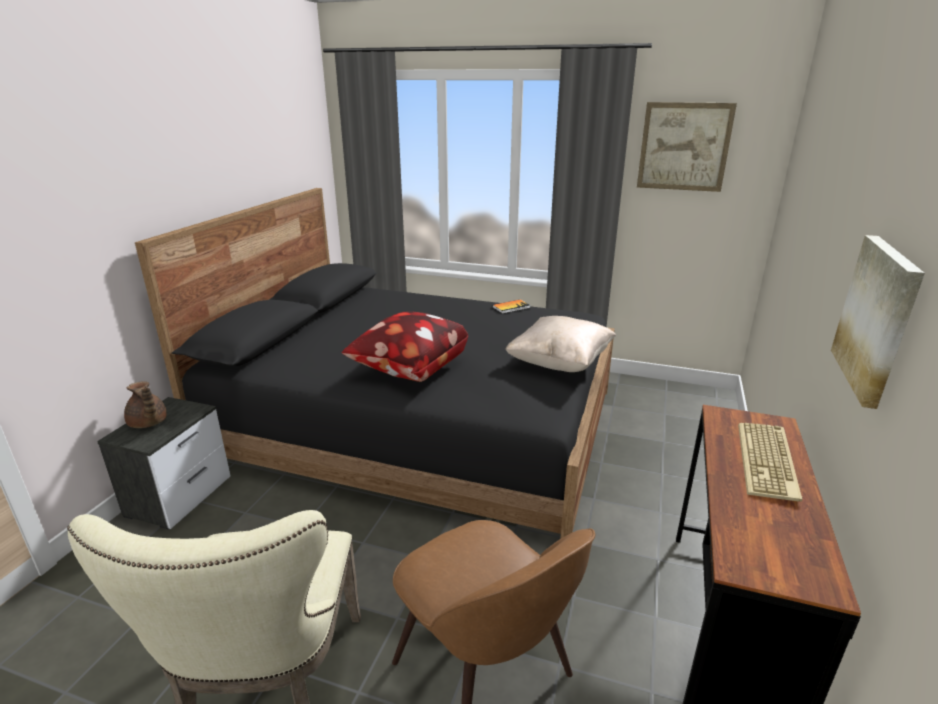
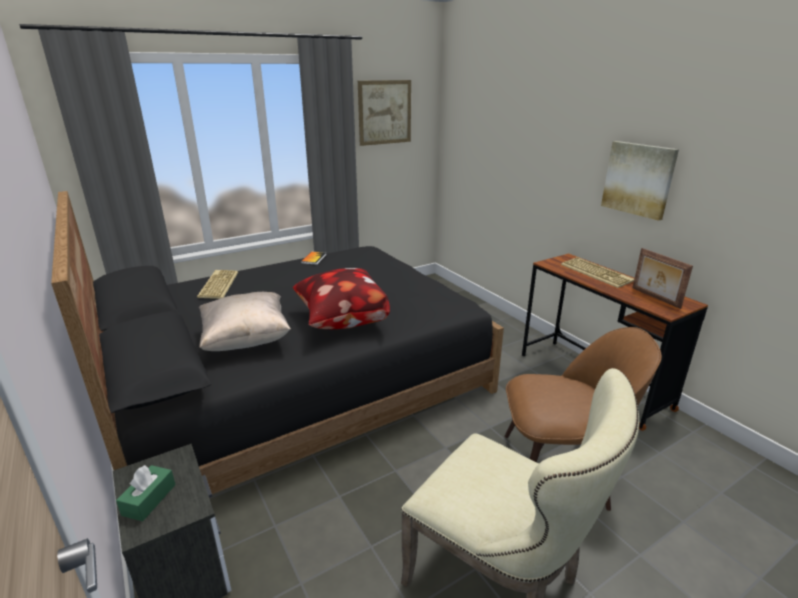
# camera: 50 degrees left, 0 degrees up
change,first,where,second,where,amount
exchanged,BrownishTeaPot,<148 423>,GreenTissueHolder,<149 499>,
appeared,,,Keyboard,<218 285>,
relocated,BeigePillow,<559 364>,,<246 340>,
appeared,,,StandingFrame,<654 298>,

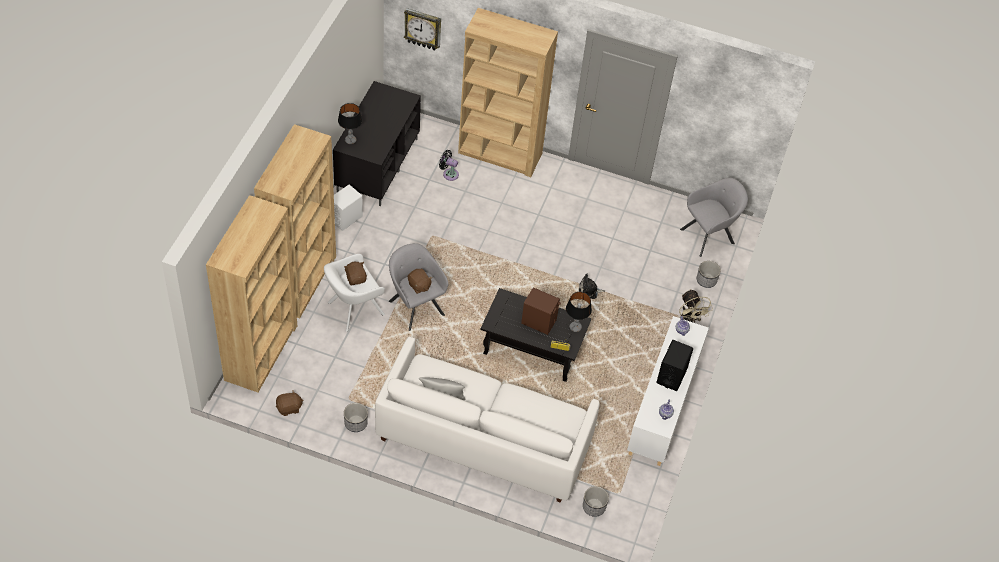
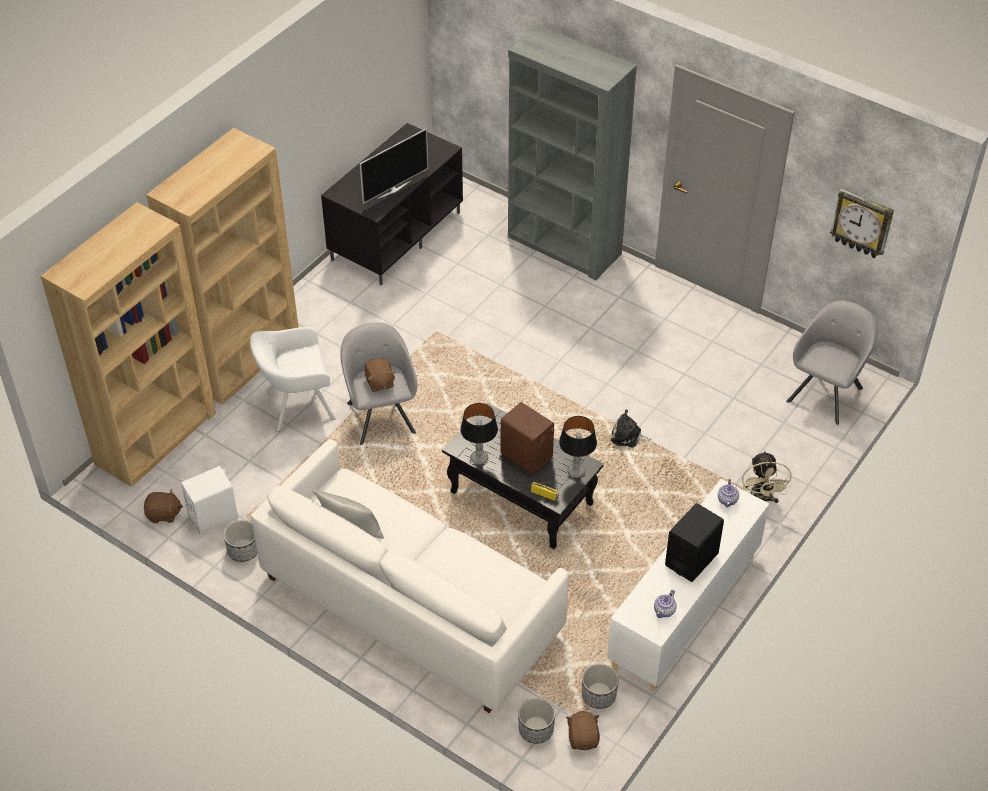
# camera: 20 degrees right, 5 degrees down
change,first,where,second,where,amount
relocated,WhitishLoudspeaker,<346 218>,,<213 516>,
appeared,,,Television,<393 189>,
relocated,TableLamp,<350 140>,,<479 458>,
colour,BrownishBookcase,<500 154>,GreyishBookcase,<564 246>,
relocated,BrownishSoftToy,<356 278>,,<583 738>,
relocated,FlowerPot,<706 280>,,<599 695>,
spun,GreyishLoungeChair,<709 235>,,<826 392>,45 degrees counterclockwise
relocated,WallClock,<423 29>,,<862 223>,
missing,BlackColouredElectricFan,<449 174>,,,

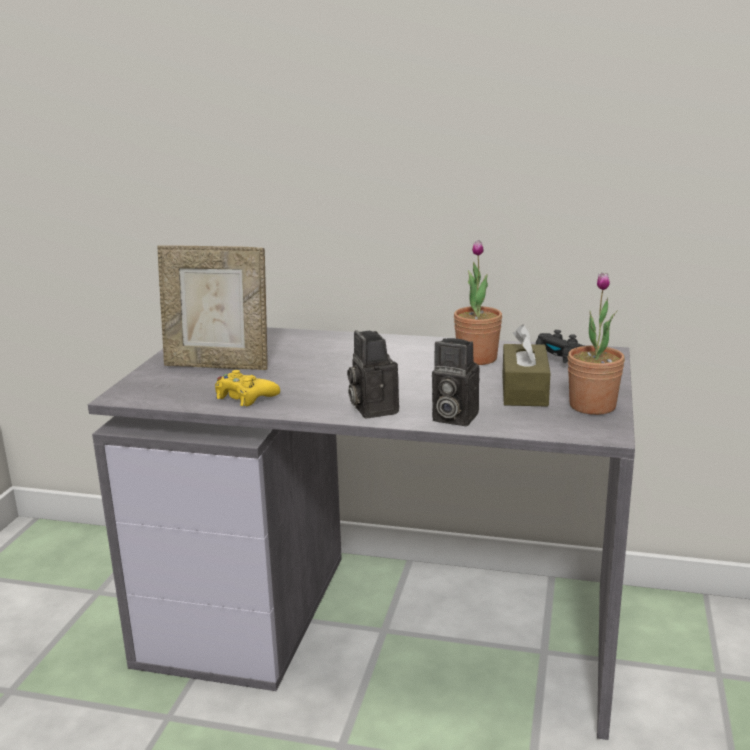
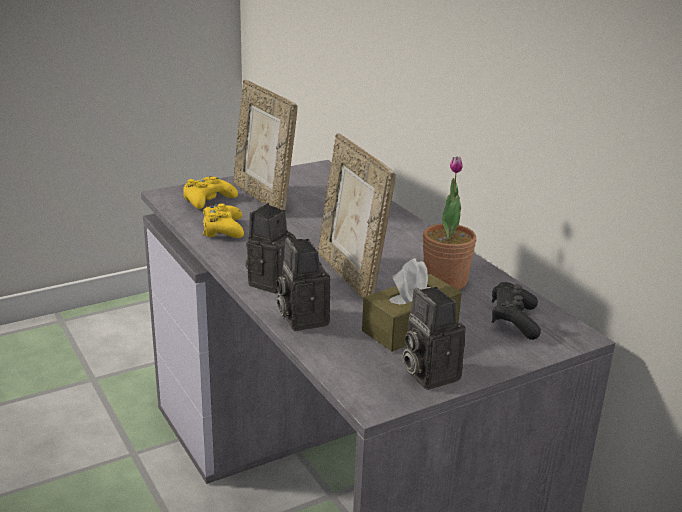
# camera: 45 degrees right, 5 degrees up
change,first,where,second,where,amount
appeared,,,YellowGameController,<208 200>,
appeared,,,StandingFrame,<351 276>,
exchanged,Houseplant,<592 406>,PhotoCamera,<427 373>,

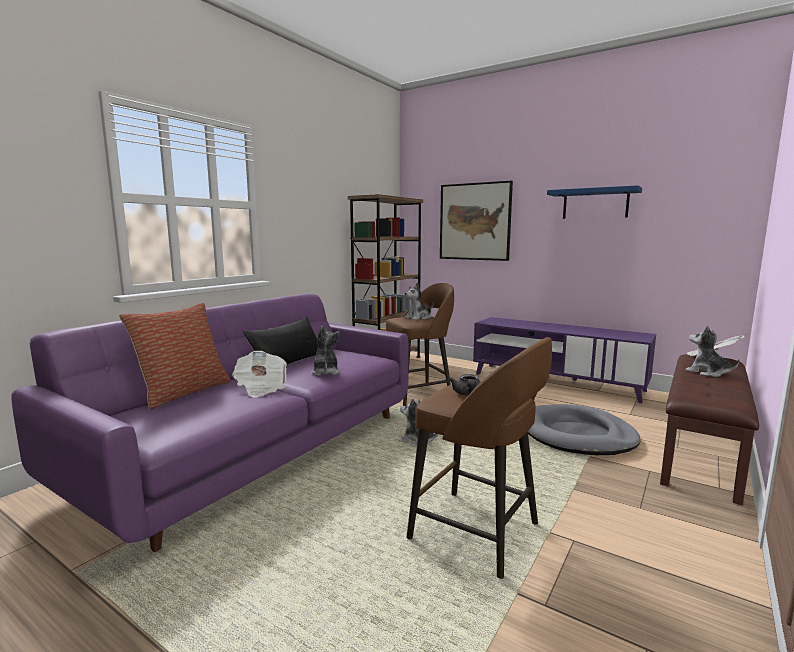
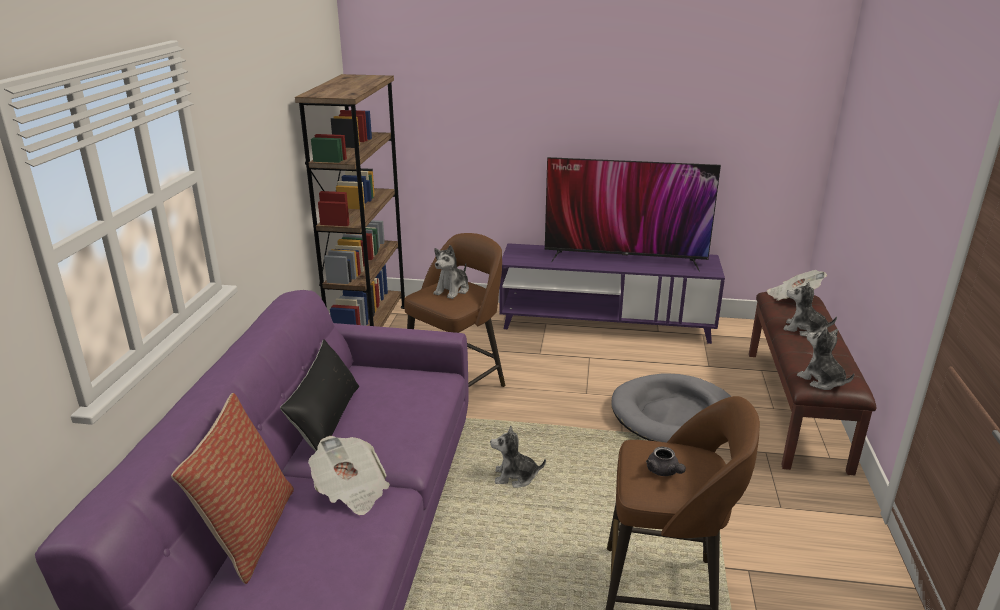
# camera: 25 degrees left, 15 degrees up
change,first,where,second,where,amount
appeared,,,Television,<624 259>,
relocated,SoftToy,<325 372>,,<821 381>,
missing,WallPicture,<474 222>,,,
missing,BlueColouredWallShelf,<595 204>,,,

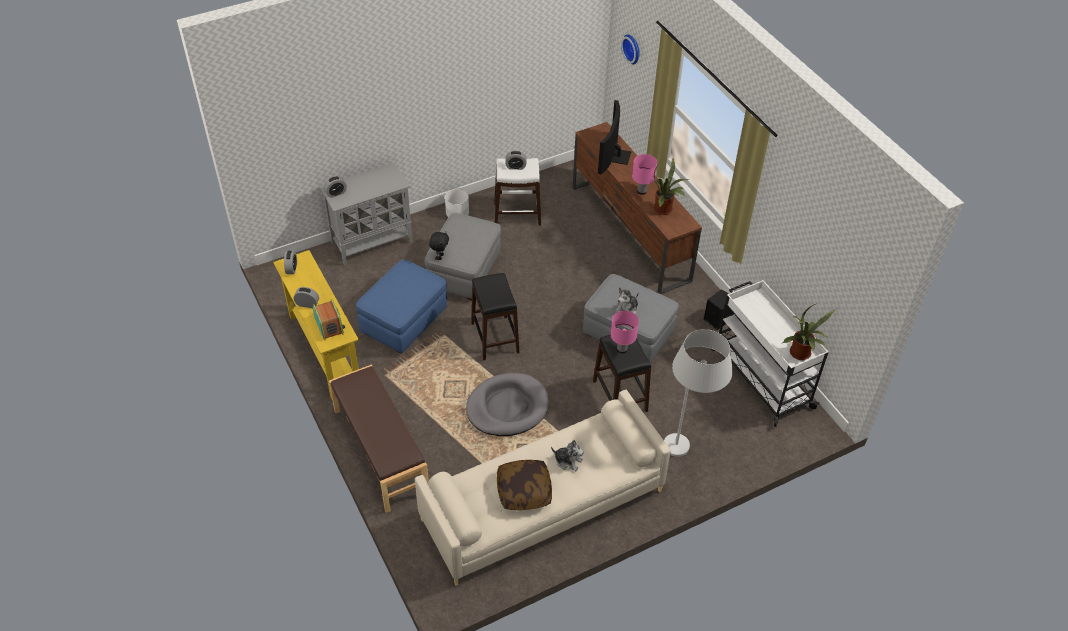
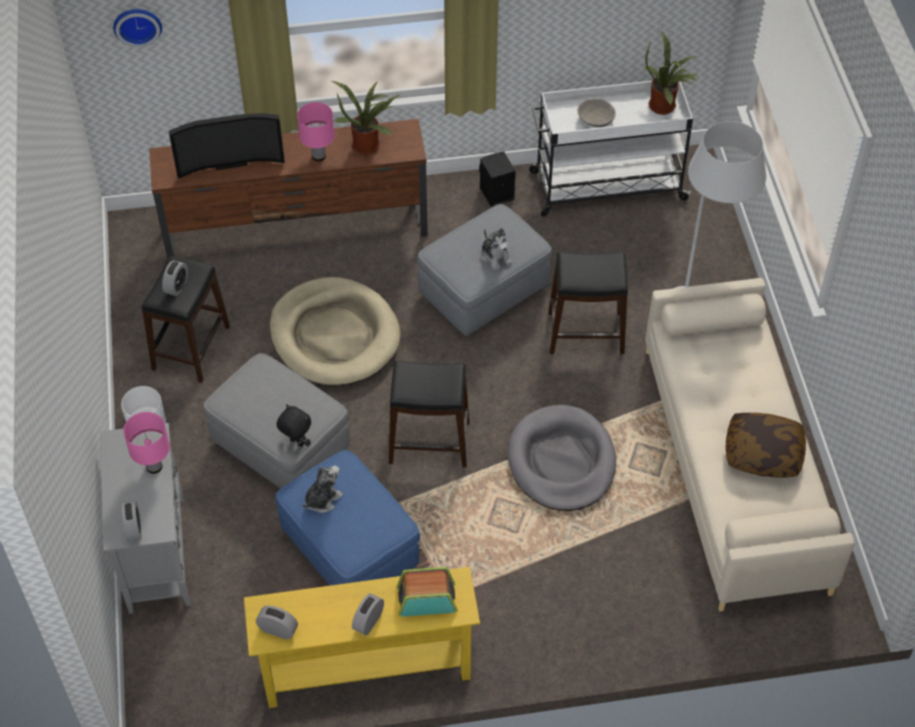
# camera: 70 degrees left, 5 degrees up
change,first,where,second,where,amount
relocated,PinkishTableLamp,<621 349>,,<153 467>,
colour,WhitishStoolSeat,<517 214>,BlackColouredStoolSeat,<190 348>,
spun,Television,<615 155>,,<229 161>,45 degrees counterclockwise
appeared,,,BeigeDogCushion,<334 336>,
relocated,SoftToy,<568 461>,,<322 499>,
appeared,,,GreyishDeepDish,<595 119>,
missing,BrownishLongSeat,<380 451>,,,

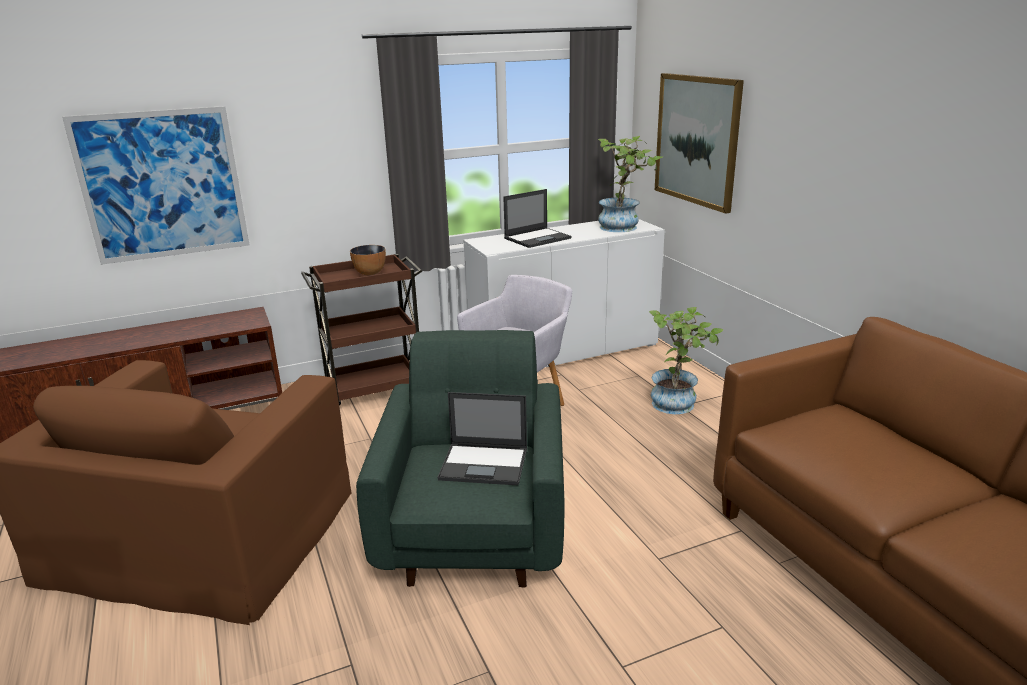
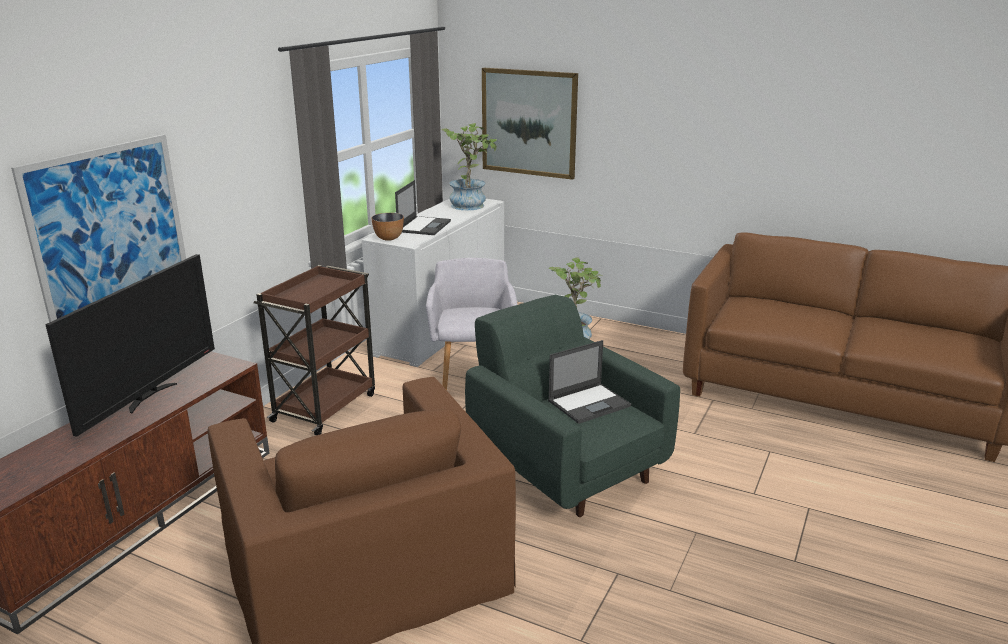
# camera: 40 degrees left, 0 degrees up
change,first,where,second,where,amount
appeared,,,Television,<149 396>,
relocated,DeepDish,<369 273>,,<388 238>,

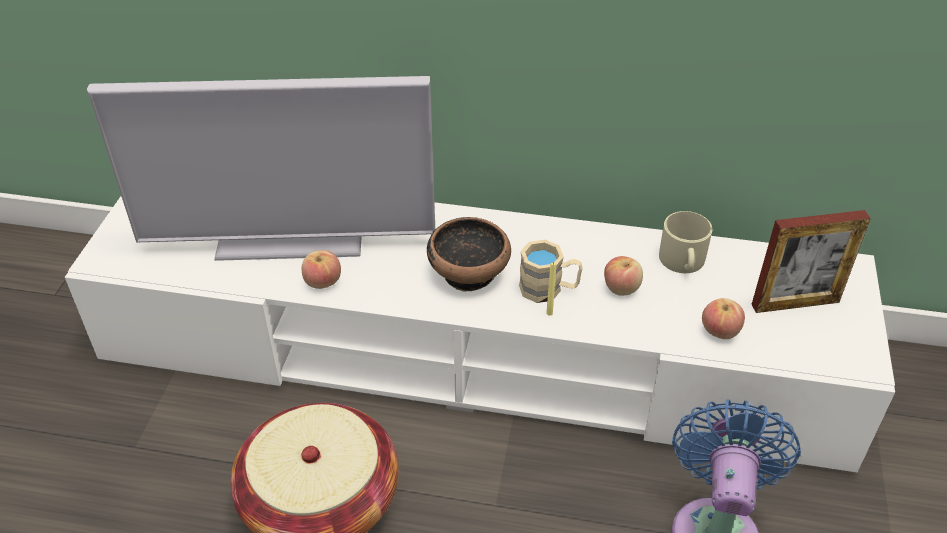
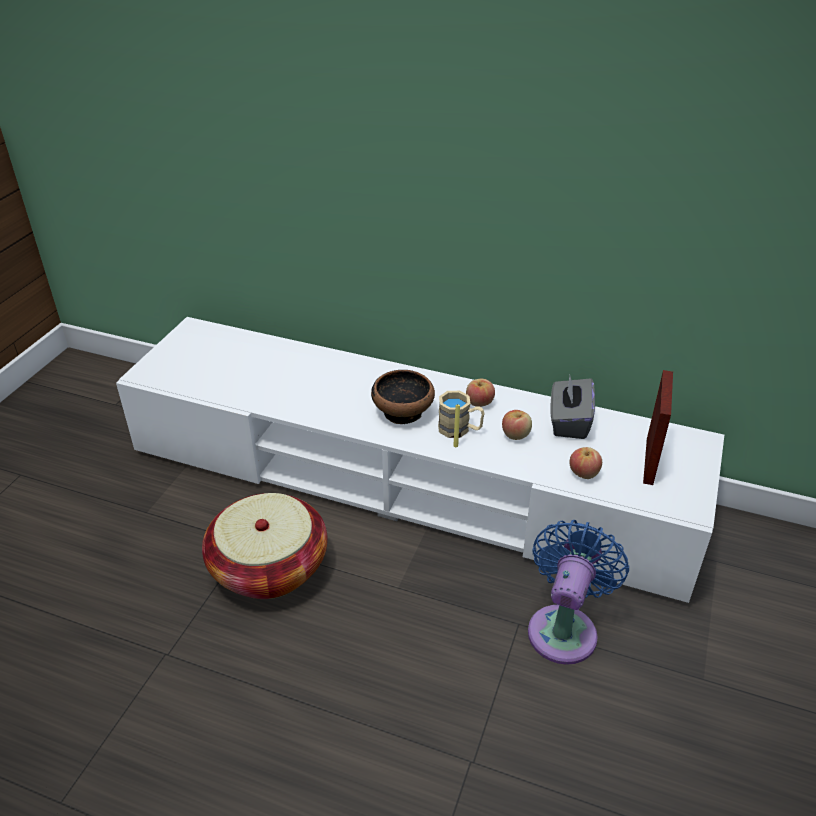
# camera: 10 degrees right, 5 degrees down
change,first,where,second,where,amount
relocated,AppleFruit,<322 282>,,<479 403>,
exchanged,BeigeMug,<682 262>,GreyishTissueHolder,<569 422>,
spun,StandingFrame,<795 303>,,<649 461>,75 degrees counterclockwise
missing,Television,<290 240>,,,

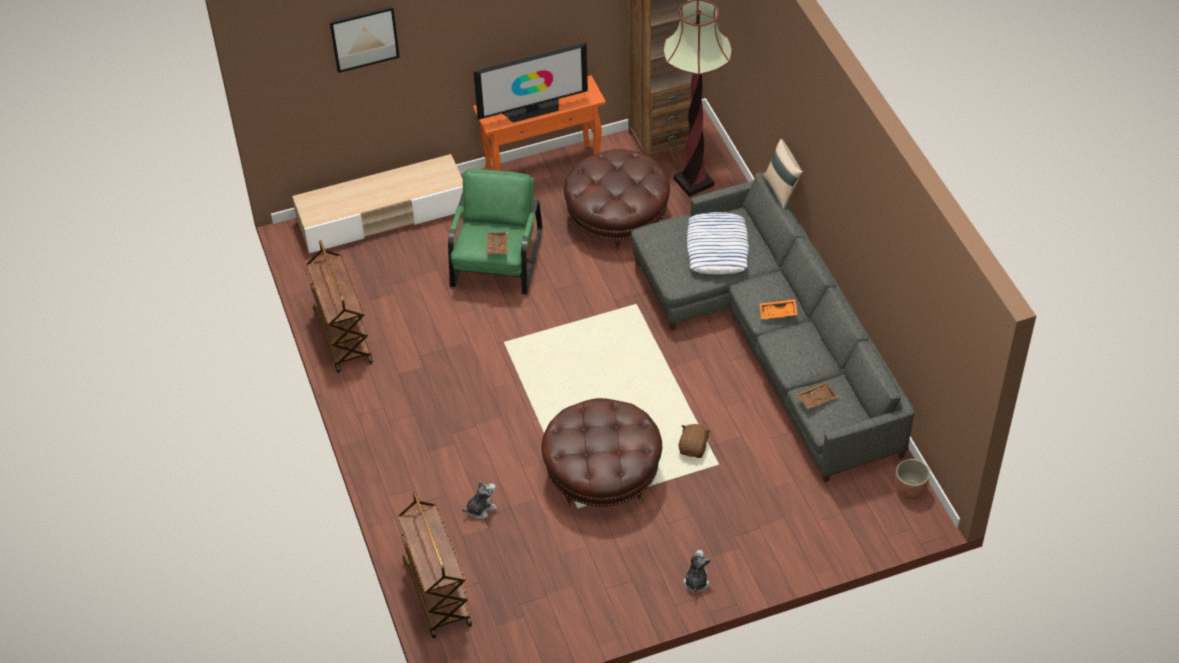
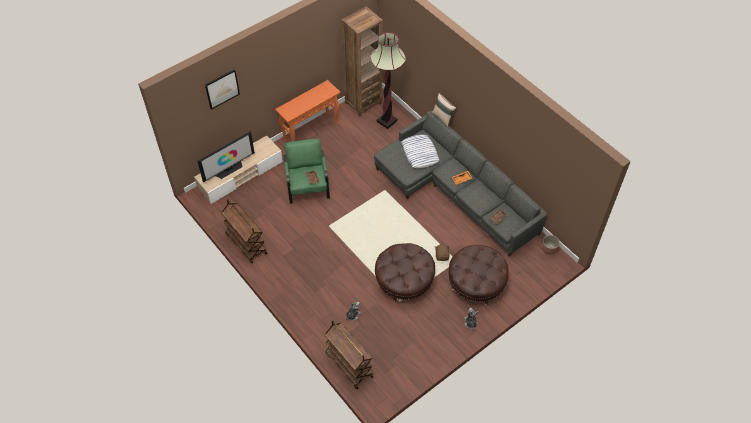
# camera: 20 degrees left, 5 degrees up
change,first,where,second,where,amount
relocated,Television,<532 109>,,<229 169>,
relocated,BrownishOttoman,<617 218>,,<476 283>,

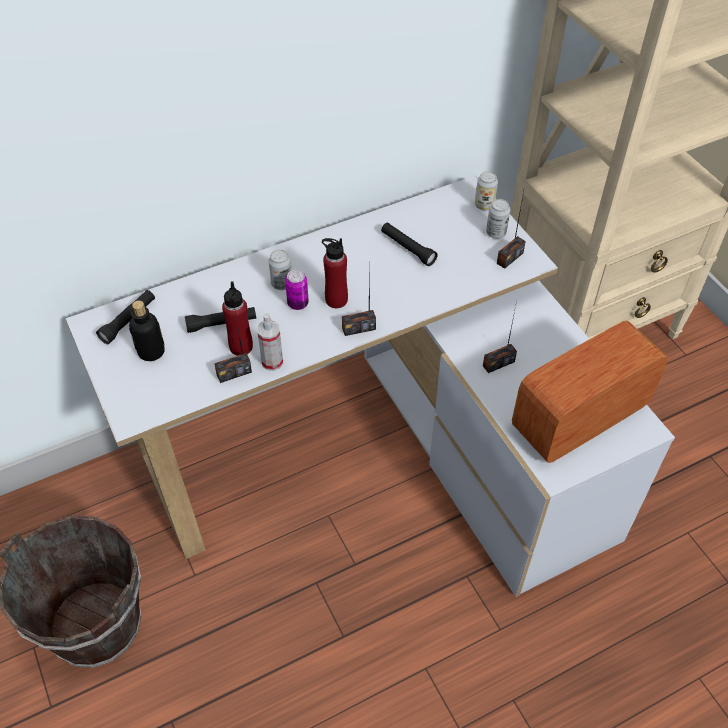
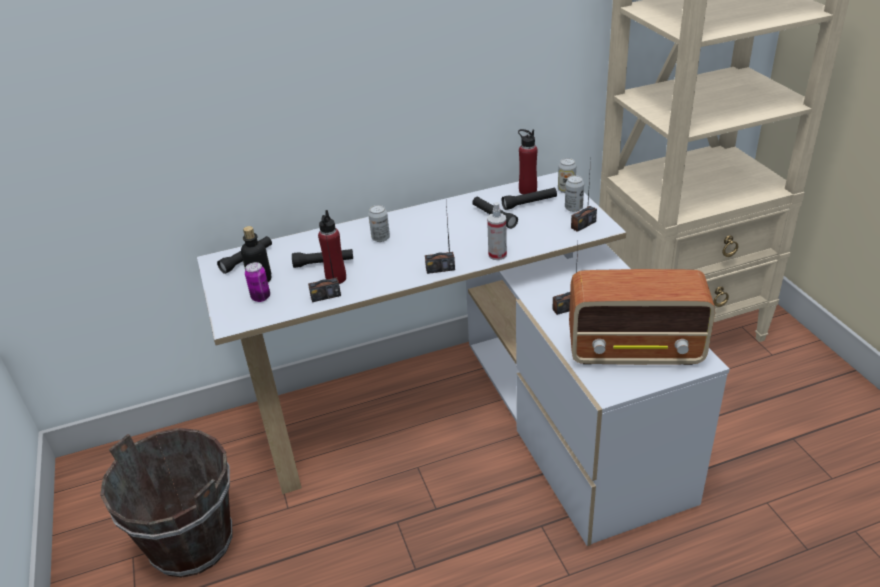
# camera: 10 degrees right, 15 degrees down
change,first,where,second,where,amount
relocated,Can,<298 304>,,<261 297>,
relocated,HandSprayer,<272 362>,,<497 255>,
appeared,,,BlackColouredHandTorch,<529 203>,
relocated,RedColouredBeverageBottle,<336 300>,,<527 191>,
spun,RadioReceiver,<578 419>,,<636 351>,150 degrees counterclockwise

